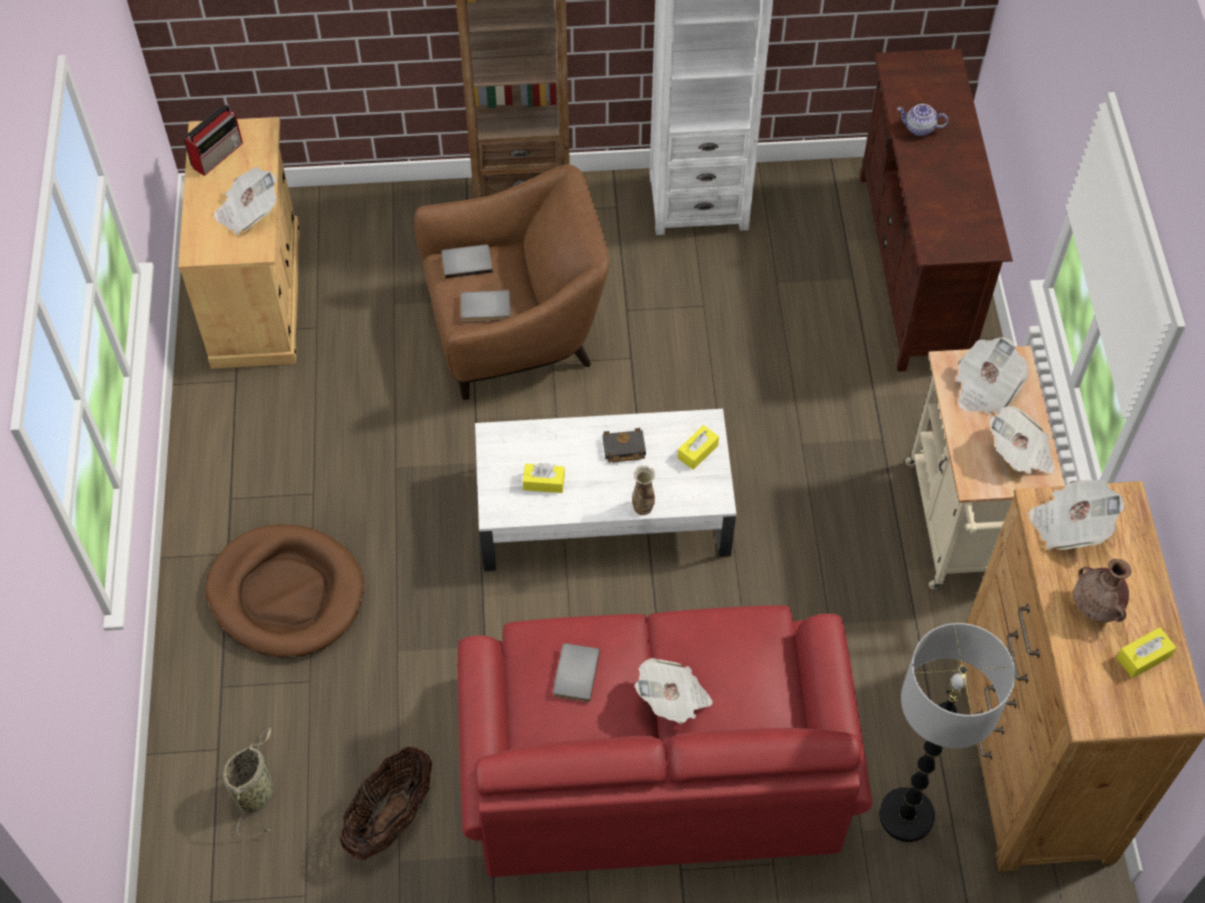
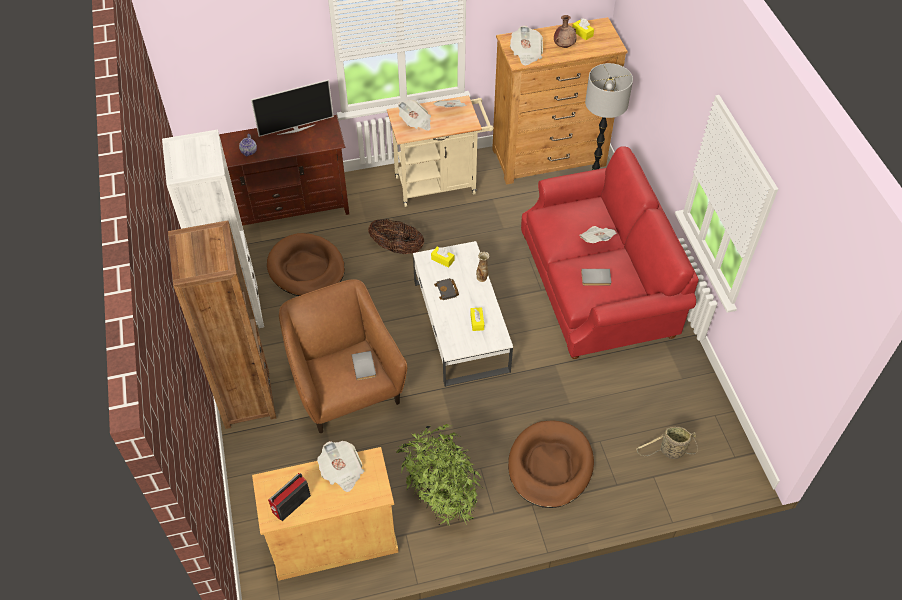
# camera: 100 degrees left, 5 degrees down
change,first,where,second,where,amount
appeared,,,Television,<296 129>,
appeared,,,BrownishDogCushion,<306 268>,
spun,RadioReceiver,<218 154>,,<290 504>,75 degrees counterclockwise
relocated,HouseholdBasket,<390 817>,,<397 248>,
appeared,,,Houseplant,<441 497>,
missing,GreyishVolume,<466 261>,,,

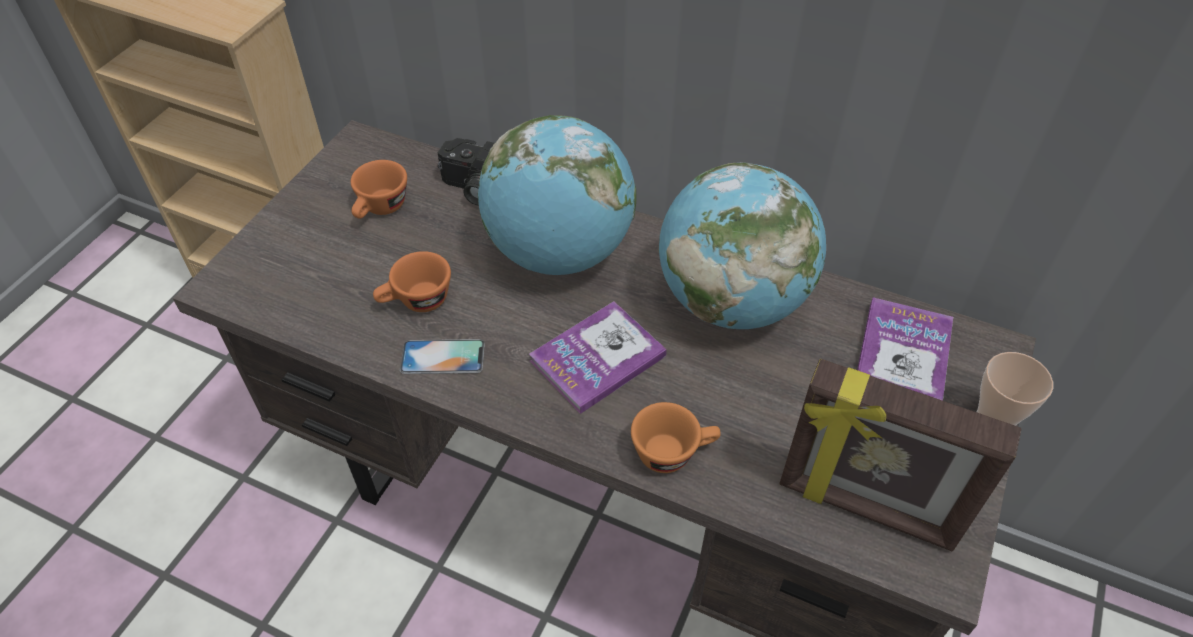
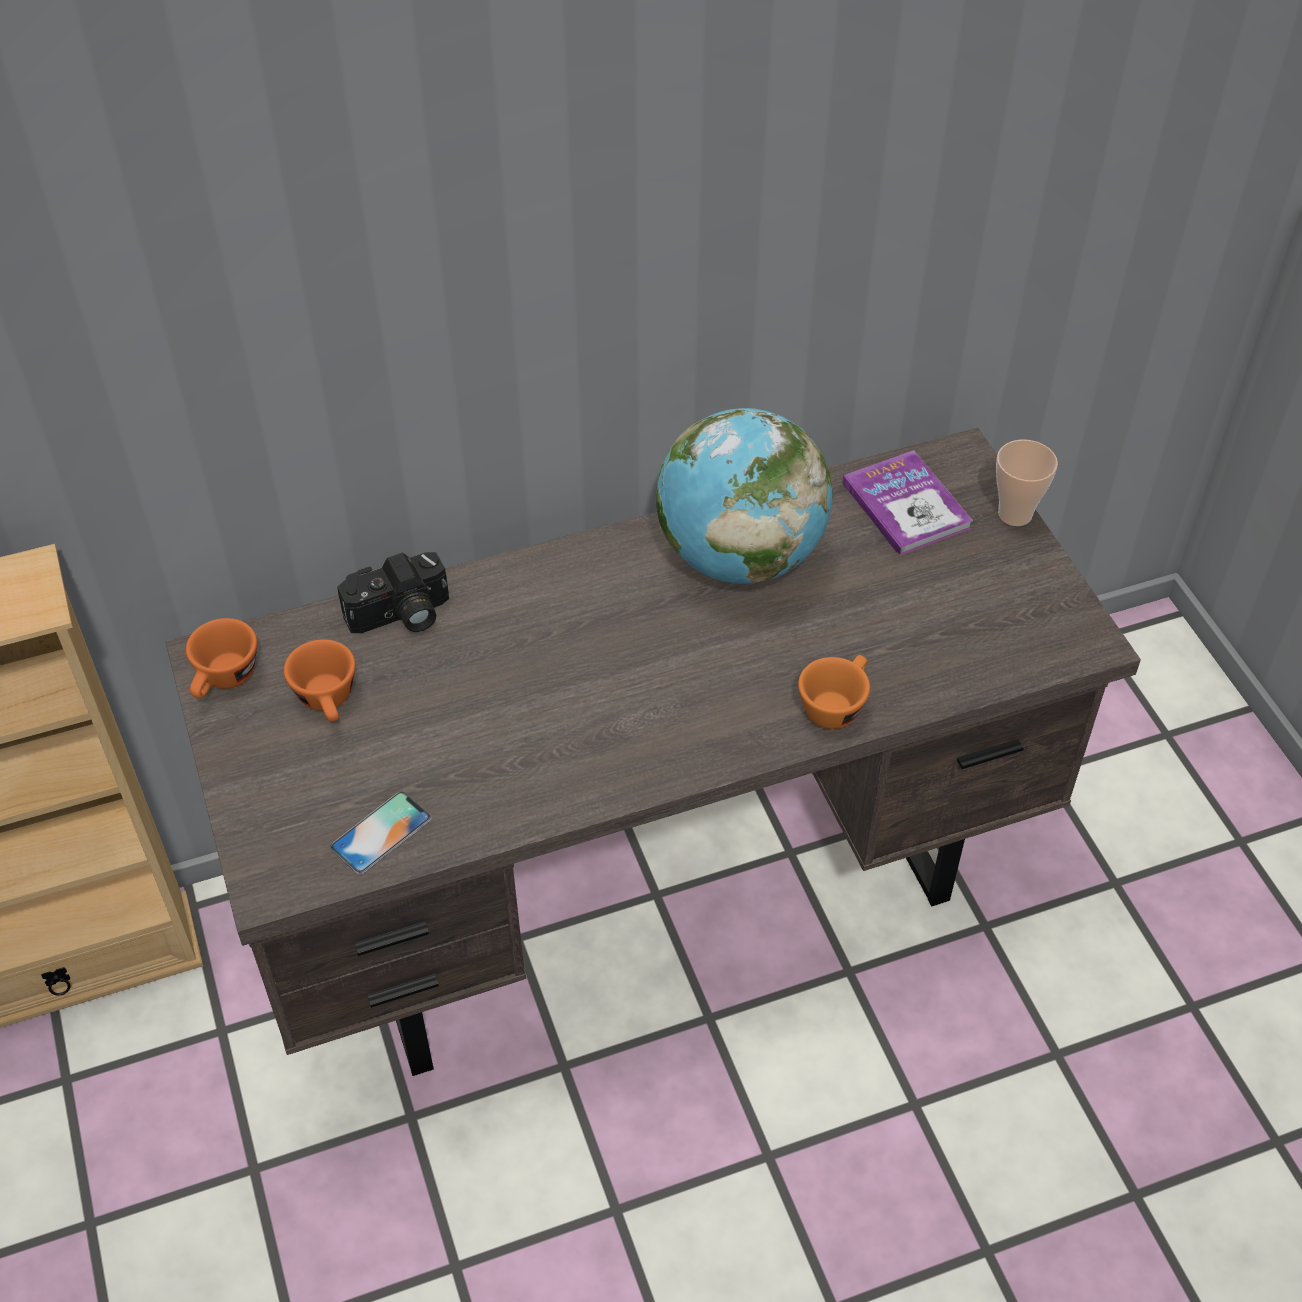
# camera: 45 degrees left, 0 degrees up
change,first,where,second,where,amount
relocated,OrangeColouredDrinkingCup,<416 302>,,<224 680>,
relocated,Handset,<442 357>,,<381 832>,
missing,DeskGlobe,<559 253>,,,
missing,Volume,<597 358>,,,
missing,StandingFrame,<866 508>,,,

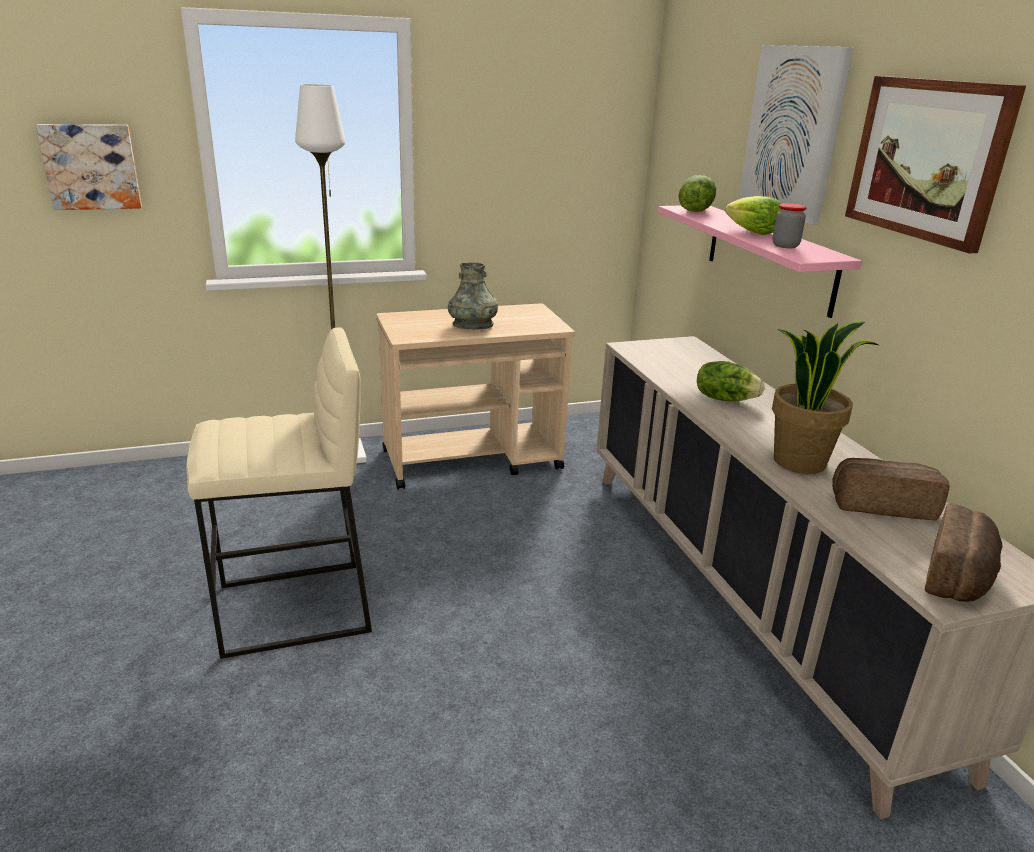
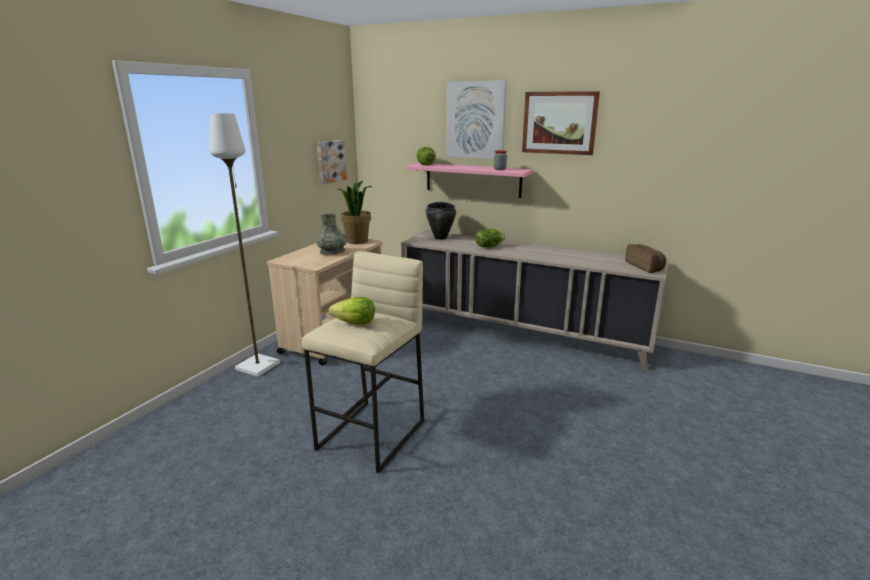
# camera: 45 degrees left, 5 degrees down
change,first,where,second,where,amount
relocated,WallPicture,<91 166>,,<330 161>,
relocated,Lettuce,<753 232>,,<355 323>,
relocated,Houseplant,<799 461>,,<357 241>,
appeared,,,BlackColouredCookingPot,<441 238>,
missing,BakeryBread,<882 504>,,,

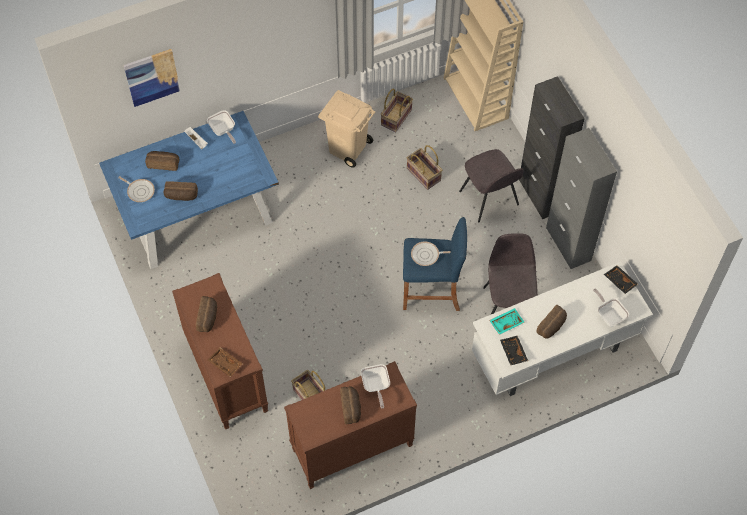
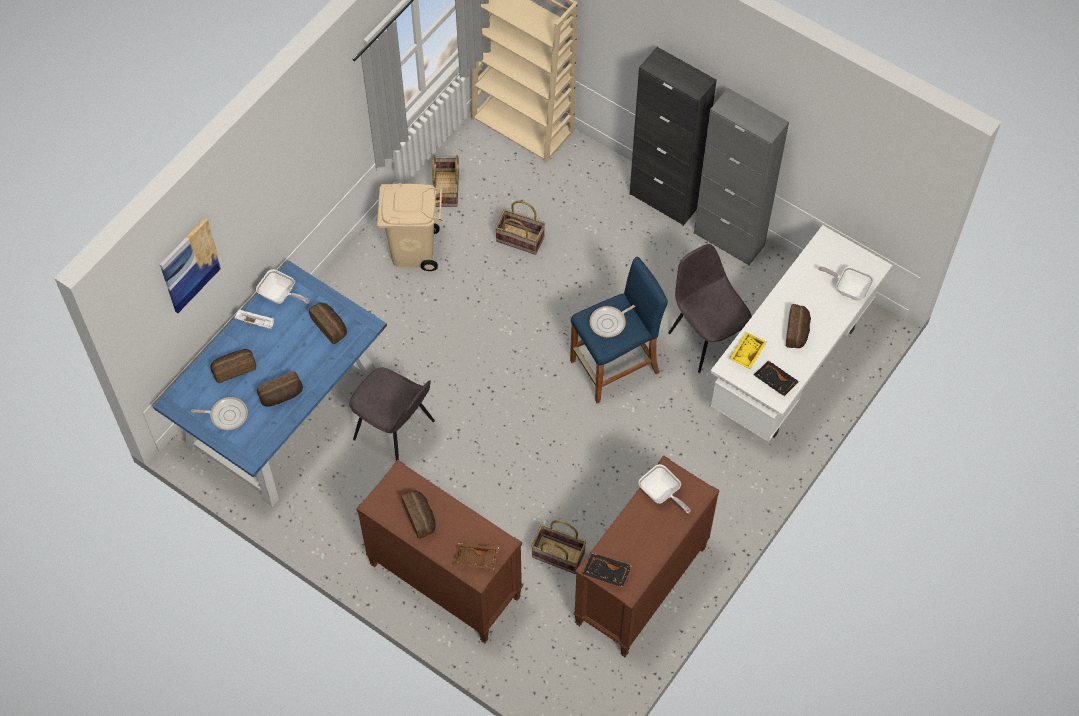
# camera: 30 degrees left, 0 degrees up
change,first,where,second,where,amount
relocated,BakeryBread,<351 408>,,<330 326>,
relocated,GreyishChair,<489 199>,,<396 431>,
relocated,BlackColouredCarryingTray,<619 282>,,<606 573>,
colour,TurquoiseCarryingTray,<506 322>,YellowCarryingTray,<746 353>,

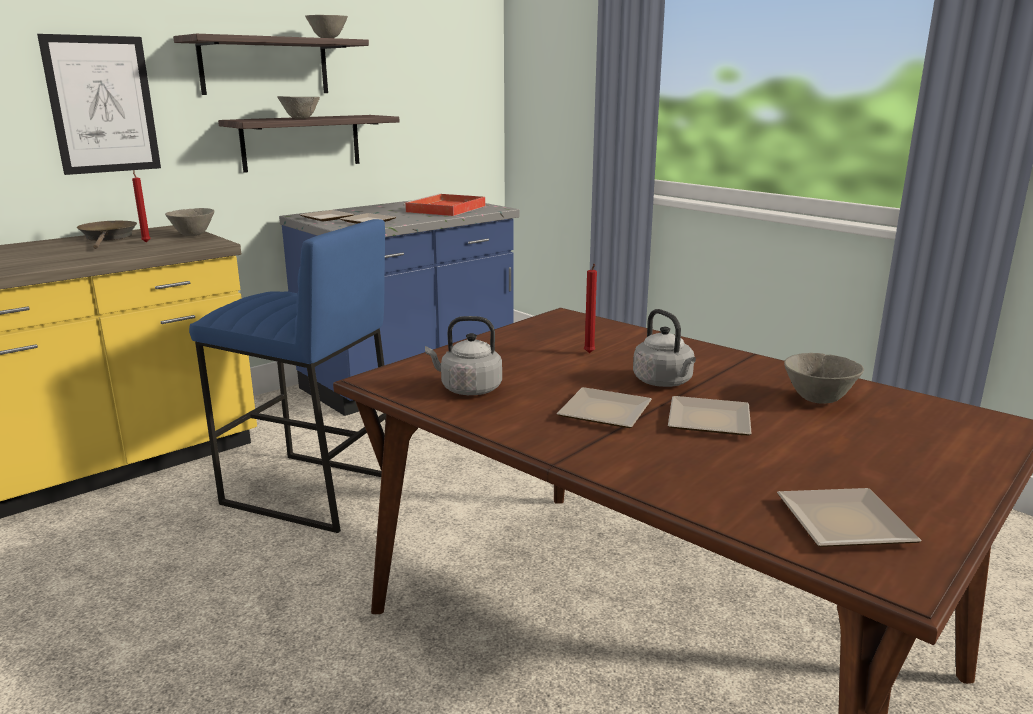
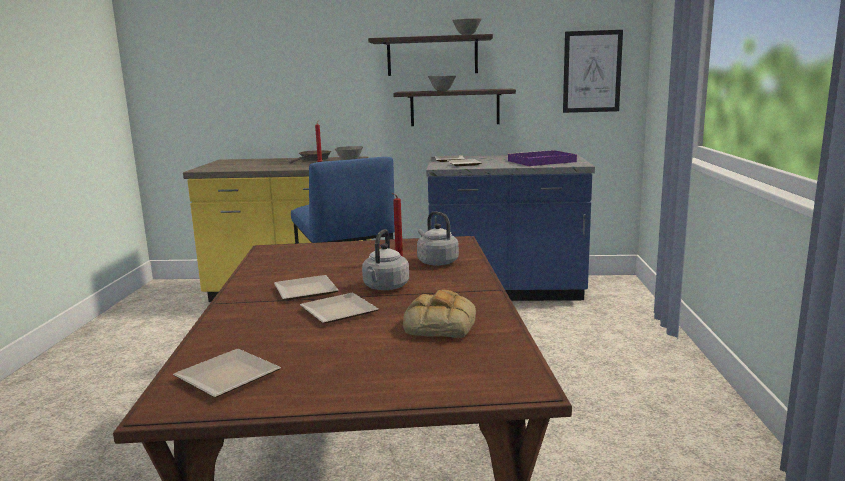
# camera: 45 degrees right, 5 degrees down
change,first,where,second,where,amount
exchanged,GreyishDeepDish,<817 400>,BakeryBread,<439 324>,
relocated,GreyishWaterKettle,<468 389>,,<436 262>,
colour,RedColouredCarryingTray,<445 209>,PurpleCarryingTray,<540 161>,
relocated,WallPicture,<102 105>,,<592 71>,

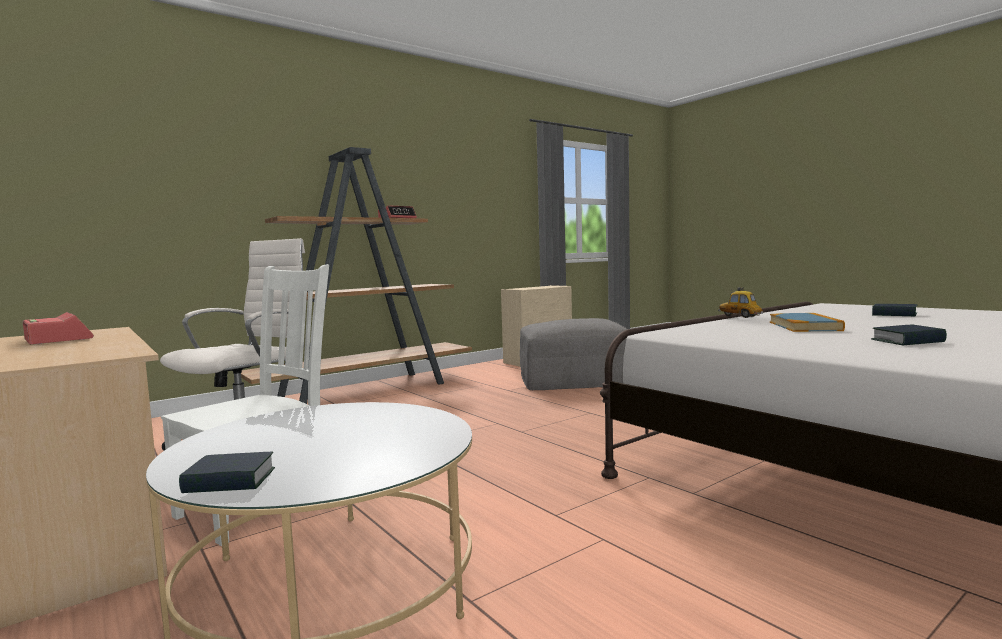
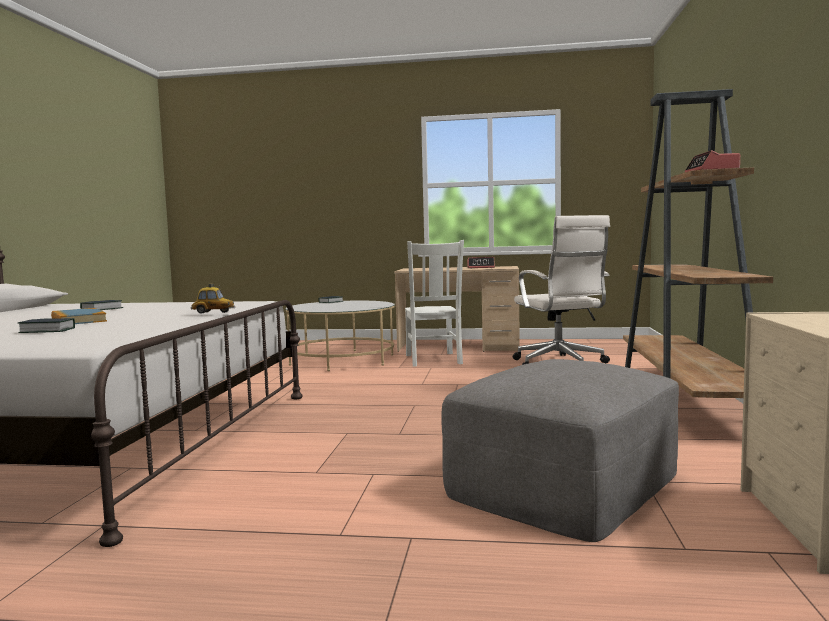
# camera: 135 degrees right, 0 degrees up
change,first,where,second,where,amount
relocated,Volume,<804 326>,,<78 320>,

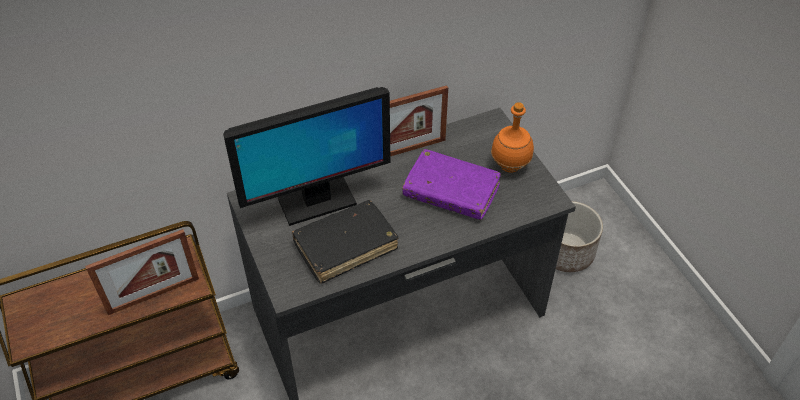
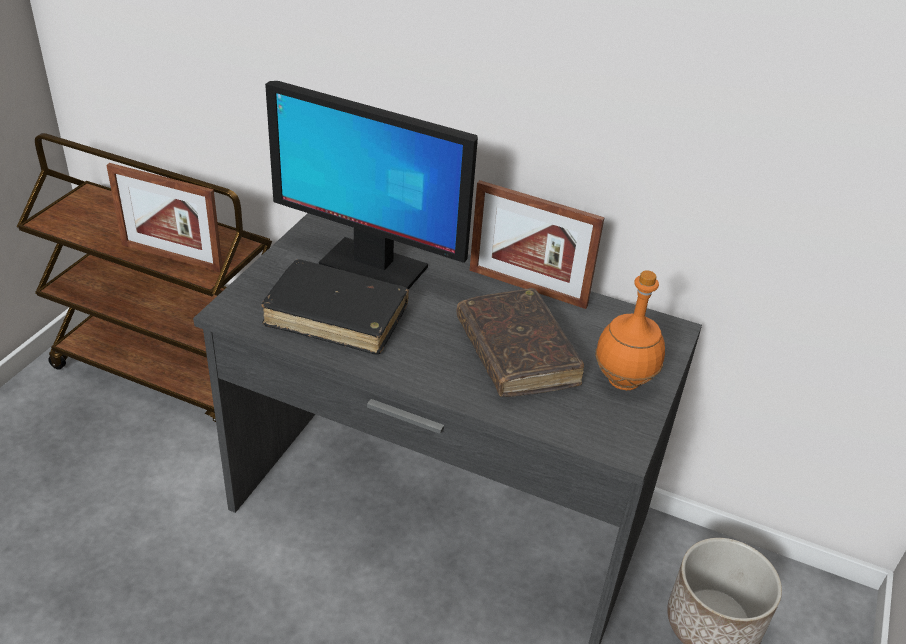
# camera: 45 degrees right, 10 degrees down
change,first,where,second,where,amount
colour,PurpleVolume,<451 191>,BrownishVolume,<516 353>,

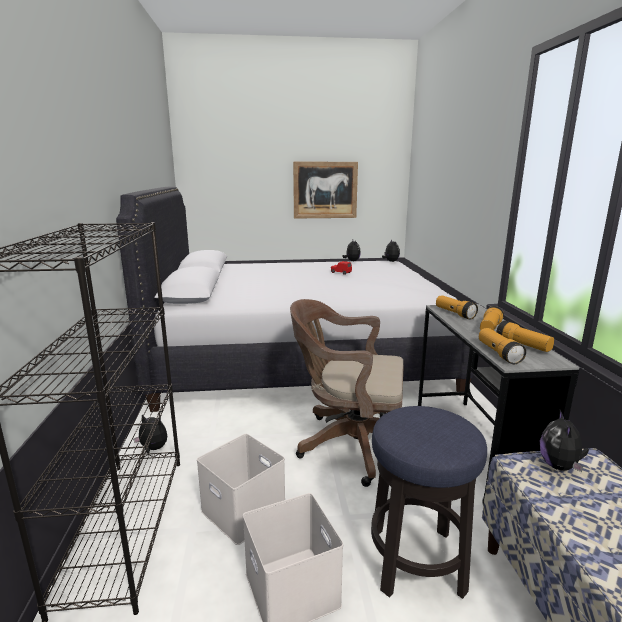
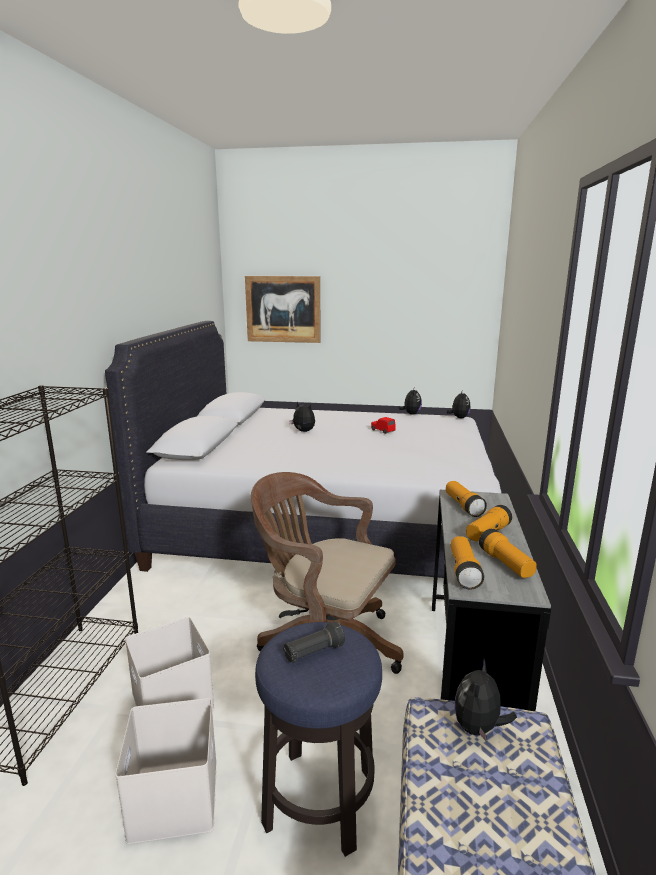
# camera: 15 degrees right, 0 degrees up
change,first,where,second,where,amount
relocated,WallPicture,<325 190>,,<283 309>,
appeared,,,BlackColouredHandTorch,<313 653>,
relocated,SoftToy,<153 449>,,<303 431>,

